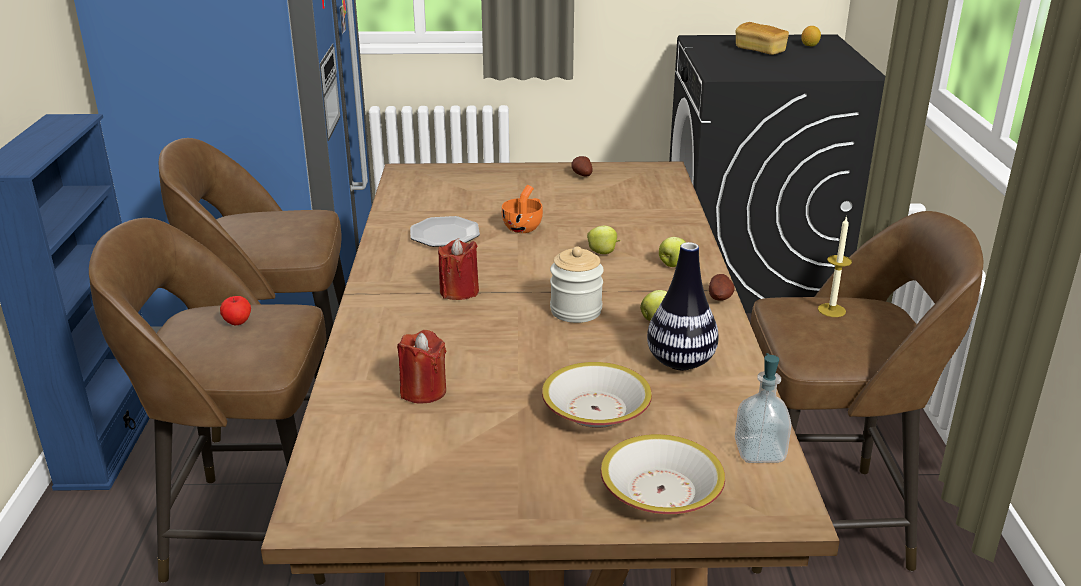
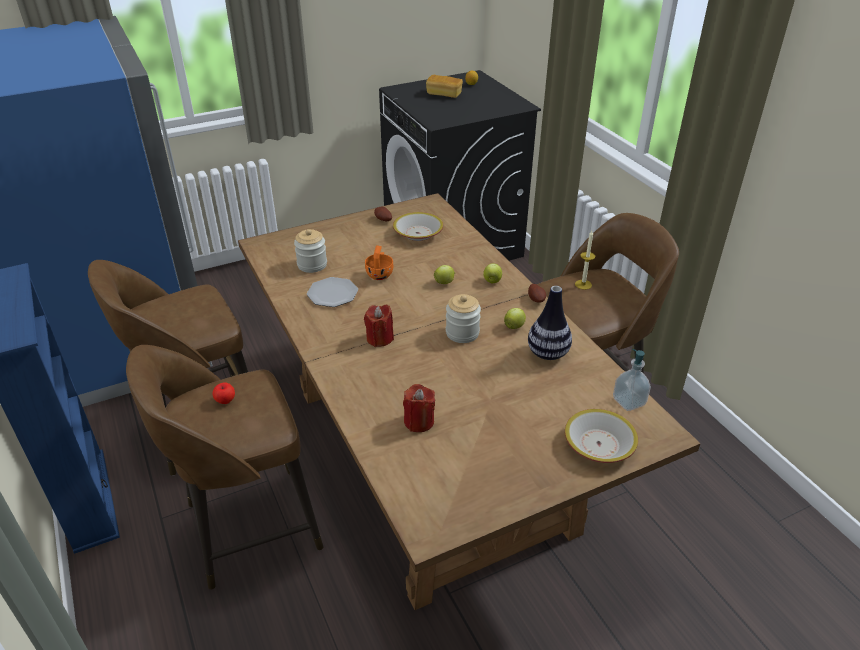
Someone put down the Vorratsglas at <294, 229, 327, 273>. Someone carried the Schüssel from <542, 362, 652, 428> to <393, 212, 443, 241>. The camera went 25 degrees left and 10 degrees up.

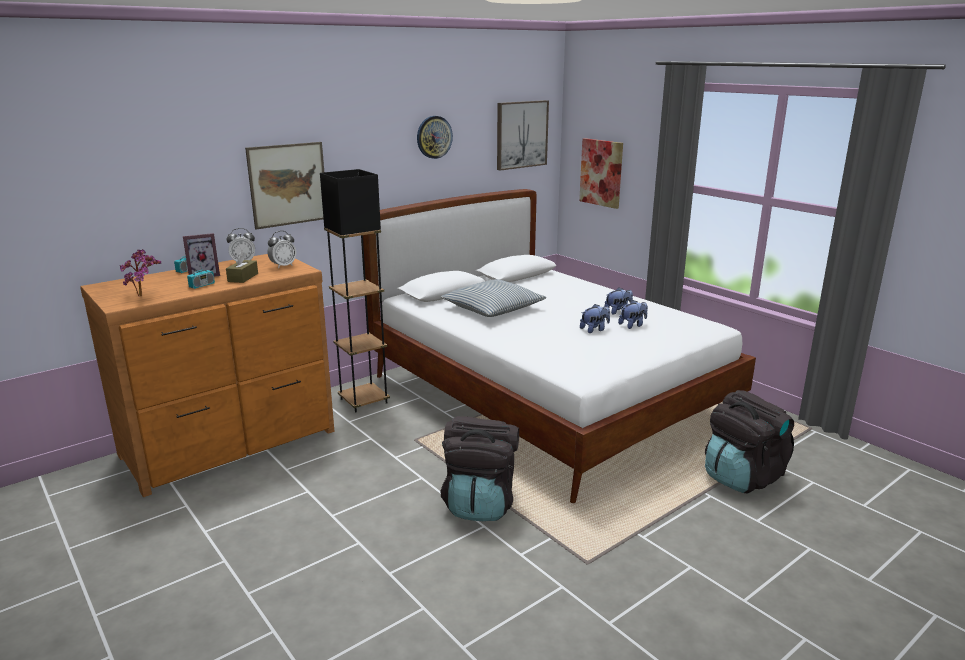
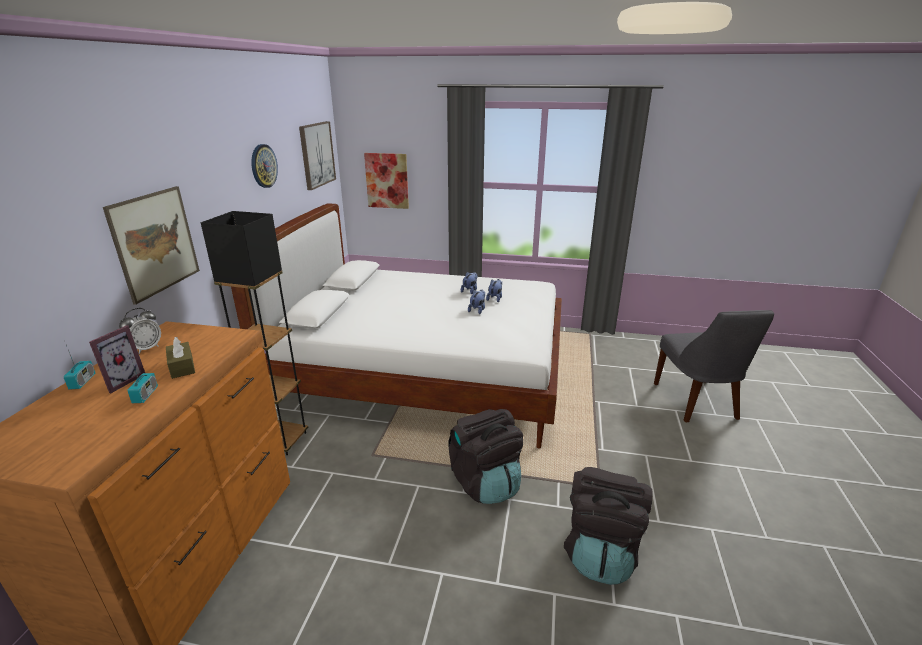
Someone carried the Rucksack (schwarz) from <705, 390, 794, 493> to <564, 467, 652, 585>. Someone put down the Stuhl (grau) at <654, 310, 774, 422>. Someone took away the Topfpflanze at <120, 249, 161, 296>. Someone took away the Wecker at <268, 231, 296, 269>. Someone took away the Kissen at <441, 279, 546, 317>. The camera went 40 degrees left and 5 degrees up.

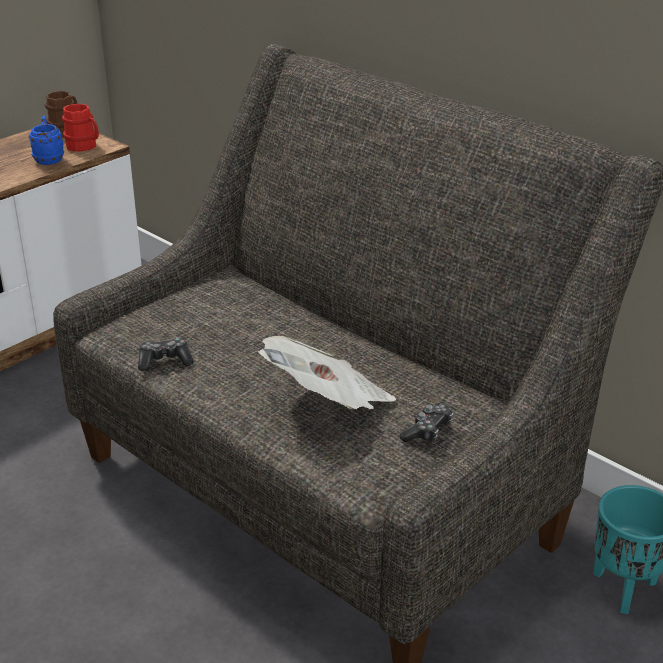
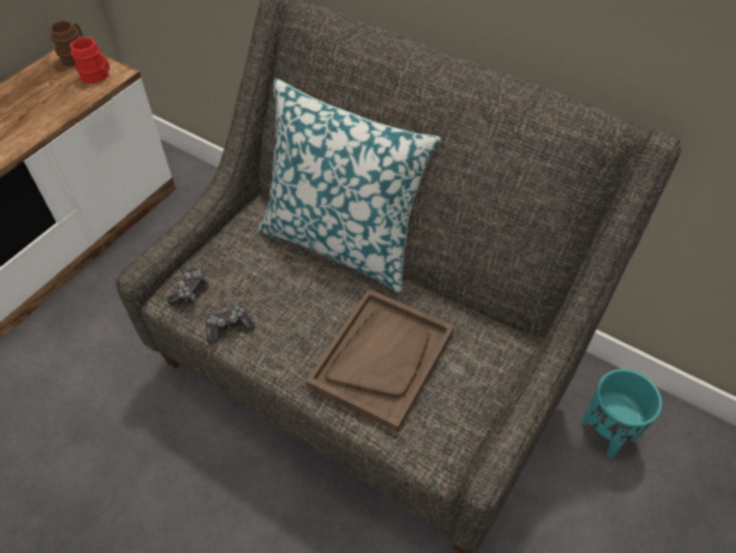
Someone carried the Gamepad from <399, 403, 454, 443> to <167, 268, 208, 305>. Someone put down the Kissen at <258, 79, 440, 293>. Someone swapped the Zeitung at <258, 336, 396, 410> for the Tablett (braun) at <306, 289, 454, 433>. Someone took away the Henkelbecher (blau) at <29, 116, 64, 165>. The camera went 10 degrees left and 20 degrees up.

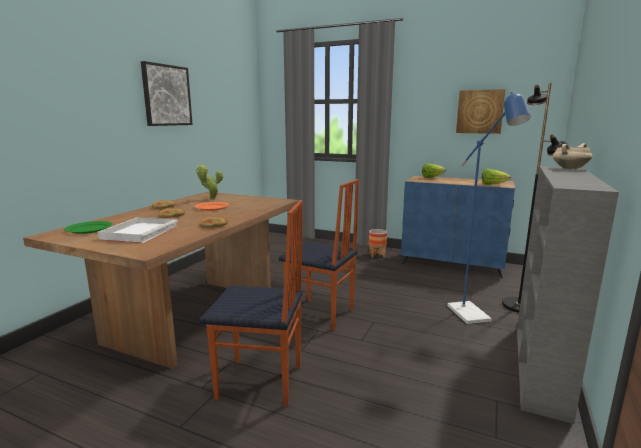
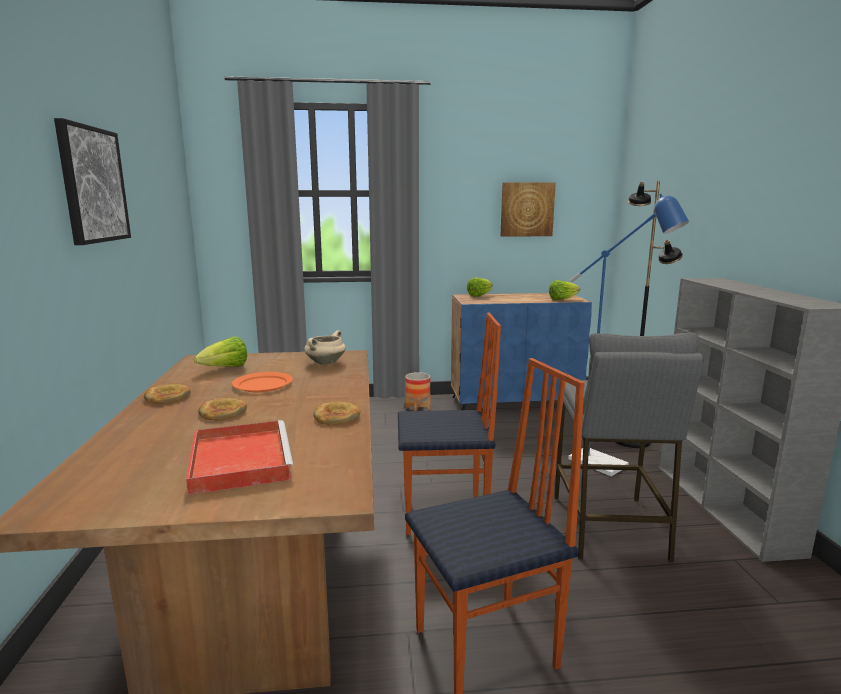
Someone repainted the Tablett (weiß) at <98, 217, 178, 243>, which became the Tablett (rot) at <186, 420, 294, 495>. Someone swapped the Topfpflanze at <196, 164, 223, 199> for the Salatkopf at <194, 337, 247, 367>. Someone carried the Kochtopf (beige) from <553, 143, 592, 169> to <304, 330, 346, 365>. Someone put down the Hocker (grau) at <554, 333, 704, 563>. Someone took away the Teller (grün) at <64, 221, 112, 234>. The camera went 30 degrees left and 0 degrees up.

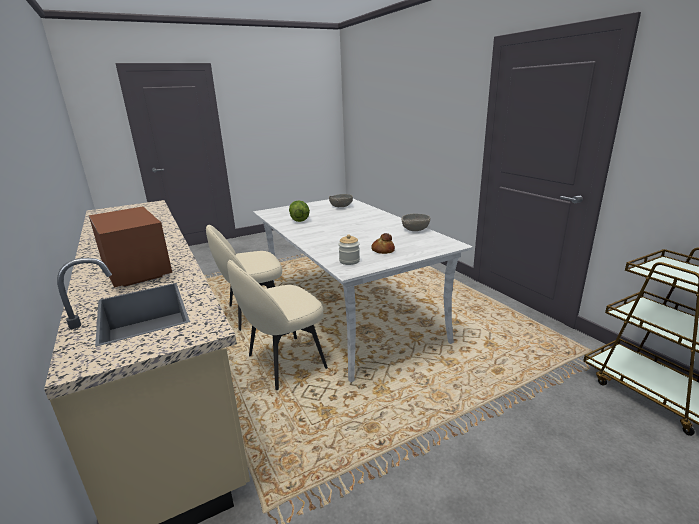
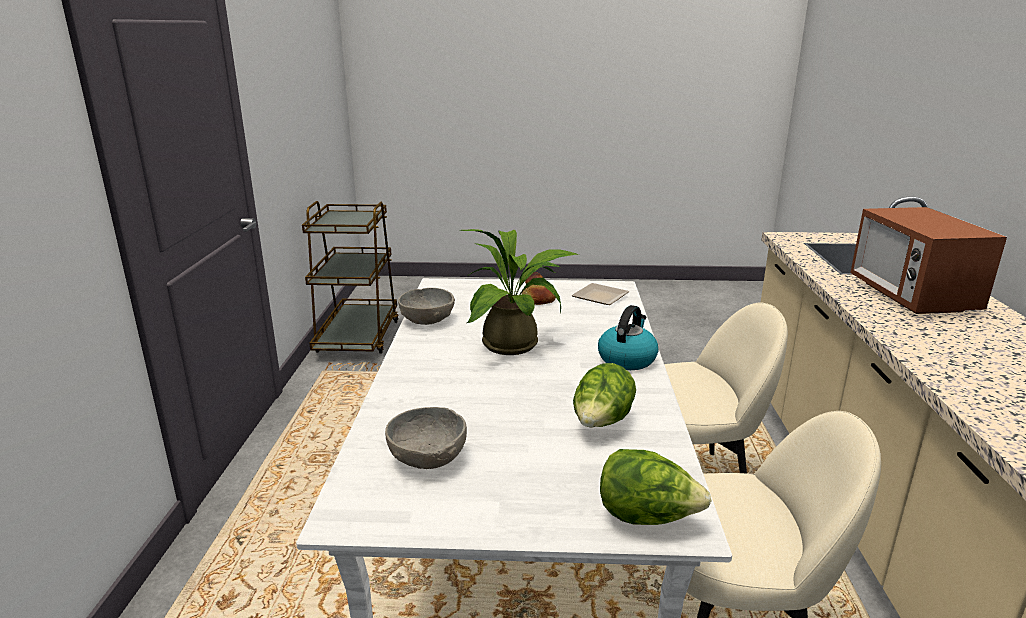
Someone put down the Topfpflanze at <460, 229, 579, 355>. Someone swapped the Vorratsglas at <338, 234, 360, 265> for the Teller at <571, 283, 629, 305>. Someone put down the Wasserkessel at <598, 305, 659, 370>. Someone put down the Salatkopf at <600, 449, 711, 525>. The camera went 150 degrees left and 0 degrees up.

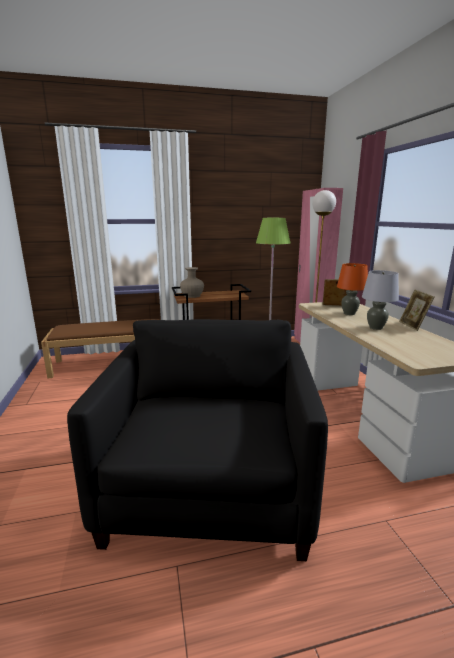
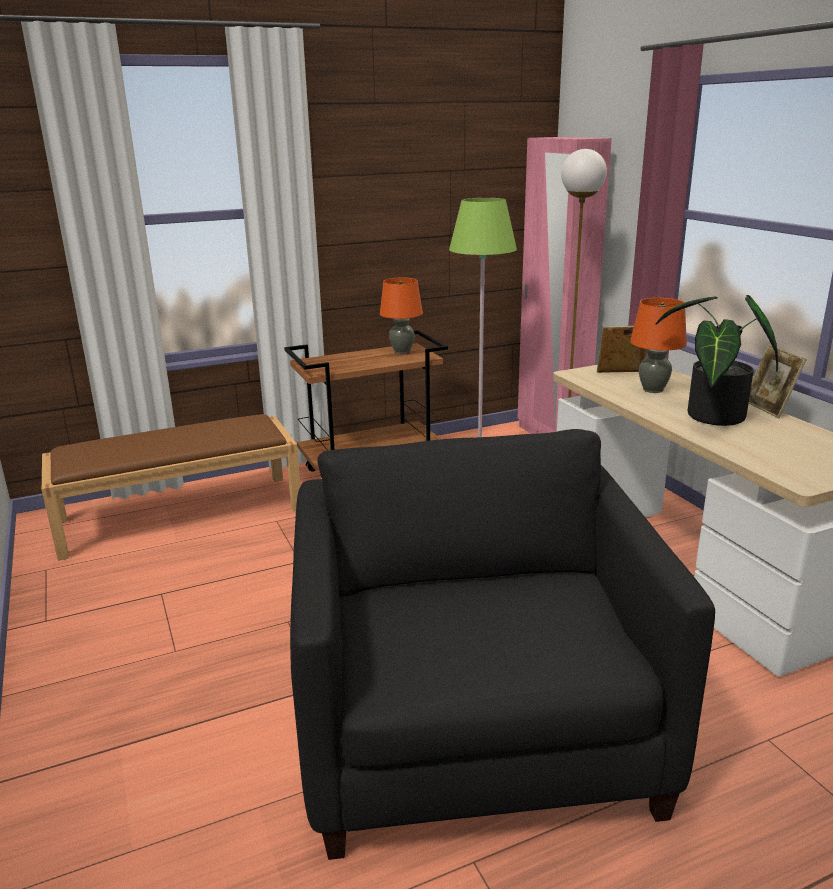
Someone put down the Tischlampe (orange) at <380, 278, 423, 354>. Someone swapped the Tischlampe (grau) at <362, 270, 399, 330> for the Topfpflanze at <655, 295, 778, 426>. Someone took away the Vase (beige) at <180, 267, 204, 298>. The camera went 10 degrees left and 5 degrees up.

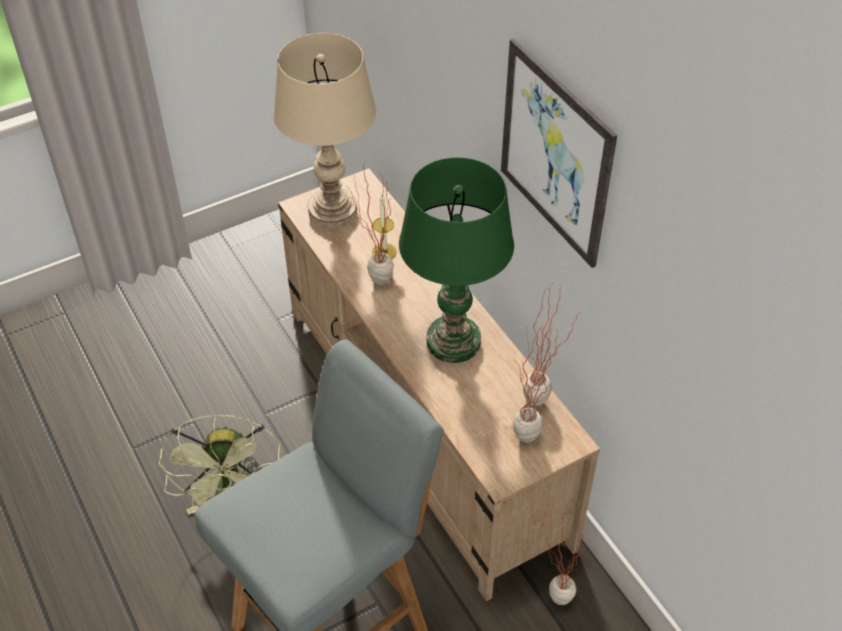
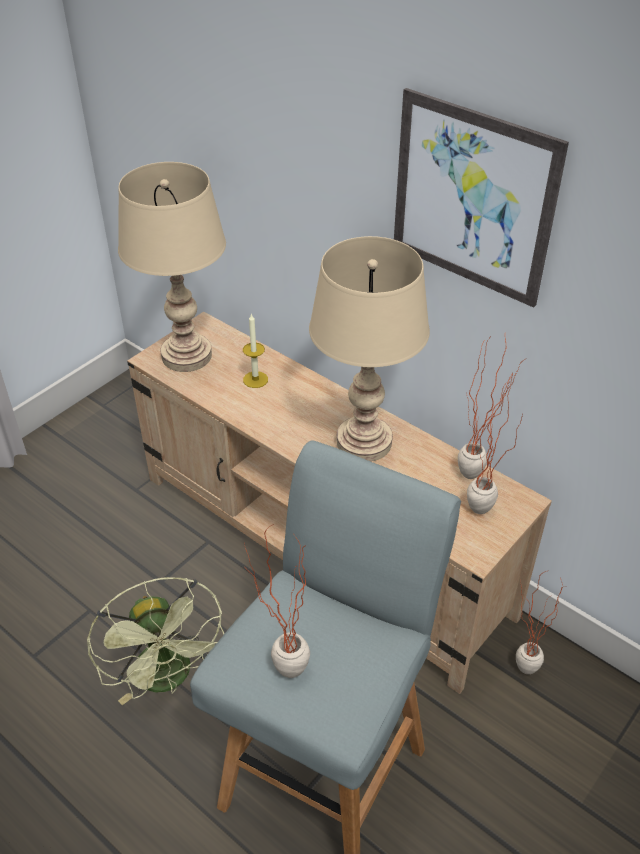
Someone carried the Topfpflanze from <347, 161, 394, 285> to <244, 524, 310, 678>. Someone repainted the Tischlampe (grün) at <399, 157, 514, 363>, which became the Tischlampe (beige) at <309, 236, 430, 462>. The camera went 20 degrees left and 5 degrees down.

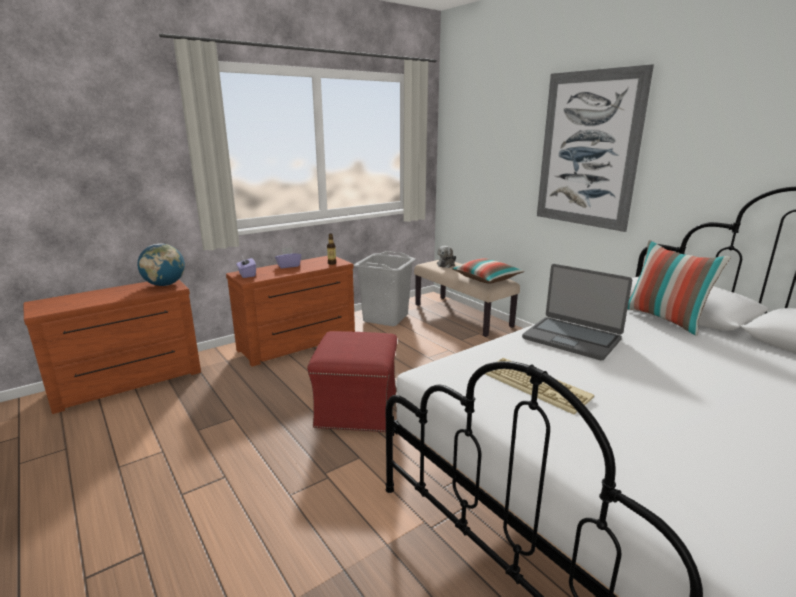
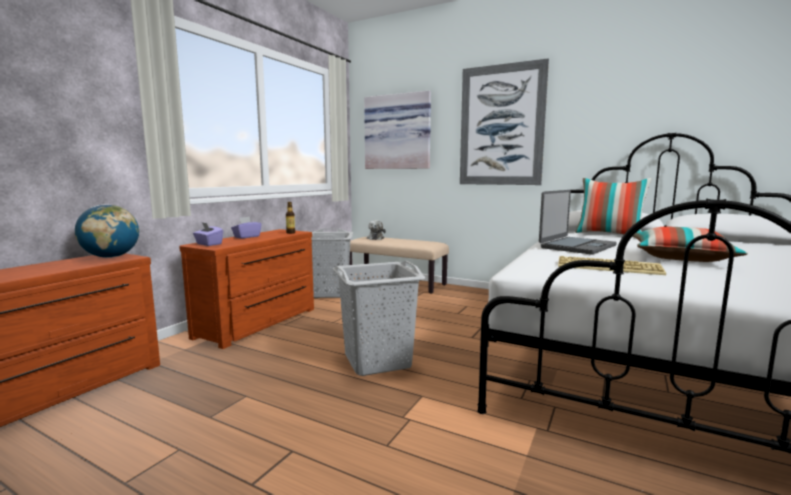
Someone swapped the Polsterhocker (rot) at <307, 331, 397, 432> for the Wäschekorb (grau) at <333, 261, 425, 376>. Someone put up the Bild at <364, 91, 431, 169>. Someone rotated the Laptop at <522, 264, 632, 361> by 60 degrees counterclockwise. Someone carried the Kissen from <452, 258, 524, 284> to <633, 227, 748, 262>. The camera went 25 degrees left and 10 degrees down.

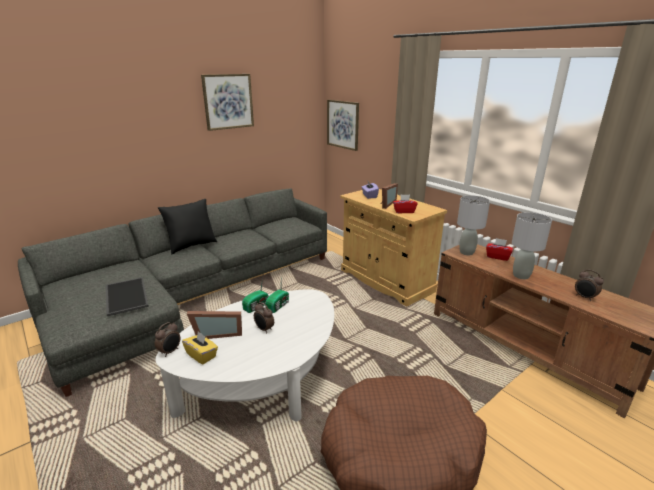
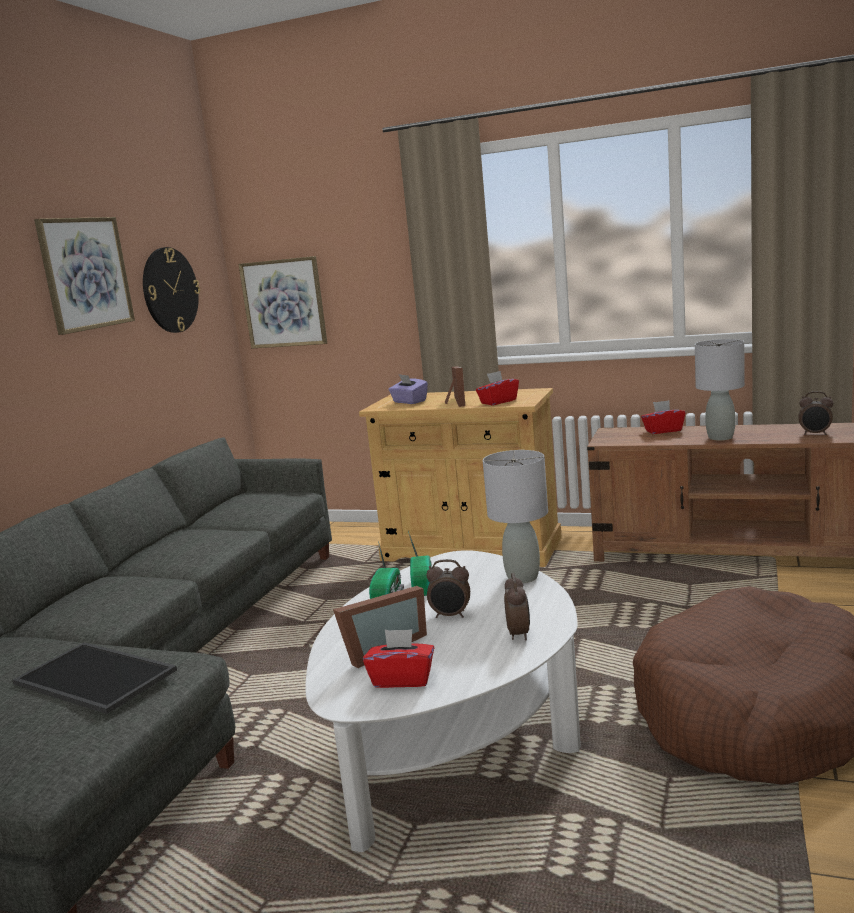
Someone put up the Wanduhr at <143, 247, 200, 333>. Someone repainted the Taschentuchbox (gelb) at <182, 331, 218, 365>, which became the Taschentuchbox (rot) at <363, 629, 434, 688>. Someone carried the Tischlampe (grau) from <457, 195, 490, 255> to <483, 450, 548, 583>. Someone carried the Wecker from <155, 322, 180, 357> to <504, 573, 530, 640>. Someone took away the Kissen (schwarz) at <158, 199, 217, 254>. The camera went 30 degrees left and 10 degrees down.

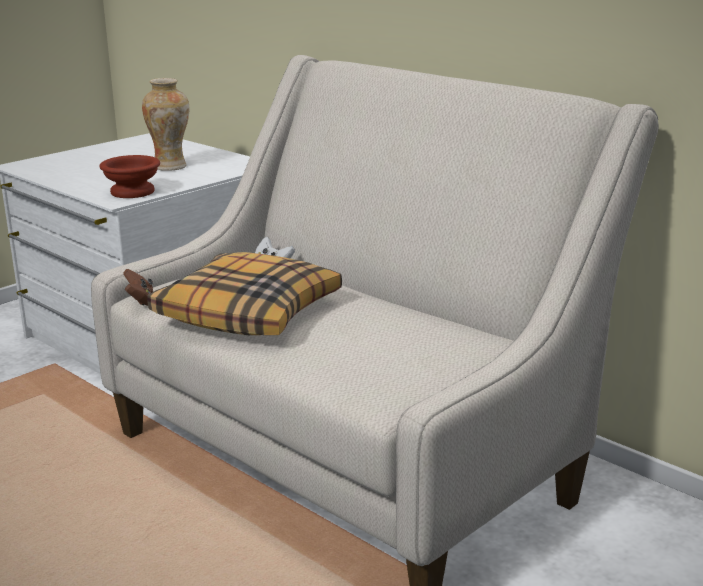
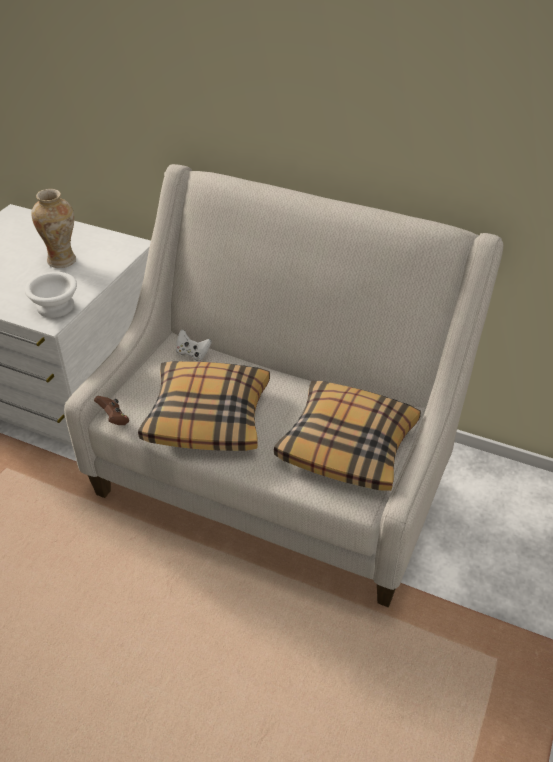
Someone repainted the Schüssel (braun) at <99, 155, 160, 198>, which became the Schüssel (weiß) at <25, 272, 77, 318>. Someone put down the Kissen at <274, 381, 421, 491>. The camera went 20 degrees left and 20 degrees up.

